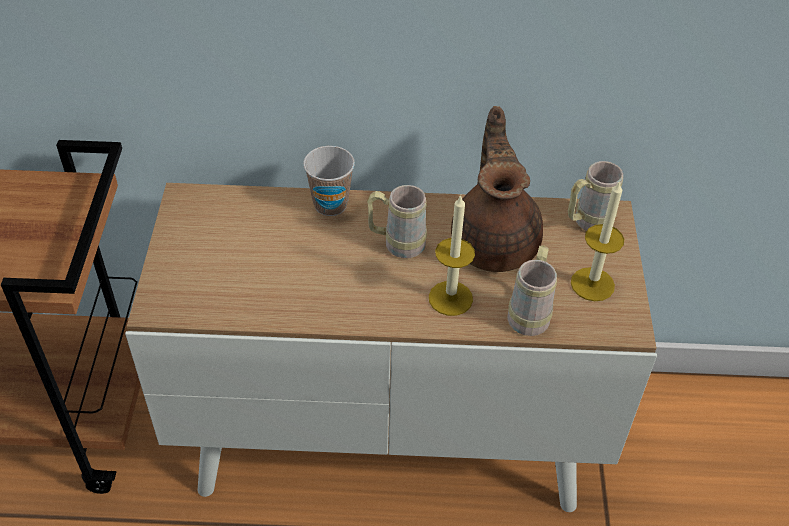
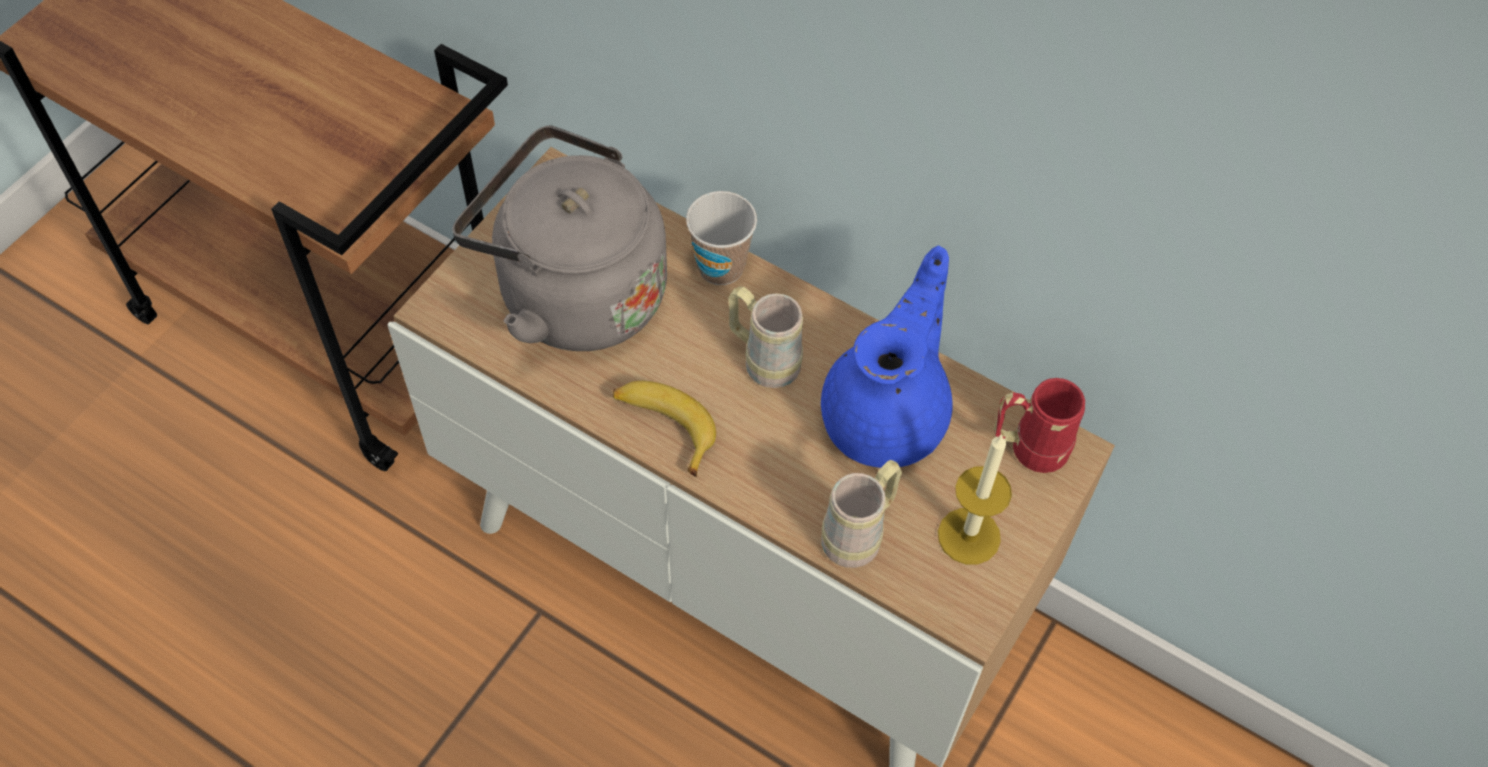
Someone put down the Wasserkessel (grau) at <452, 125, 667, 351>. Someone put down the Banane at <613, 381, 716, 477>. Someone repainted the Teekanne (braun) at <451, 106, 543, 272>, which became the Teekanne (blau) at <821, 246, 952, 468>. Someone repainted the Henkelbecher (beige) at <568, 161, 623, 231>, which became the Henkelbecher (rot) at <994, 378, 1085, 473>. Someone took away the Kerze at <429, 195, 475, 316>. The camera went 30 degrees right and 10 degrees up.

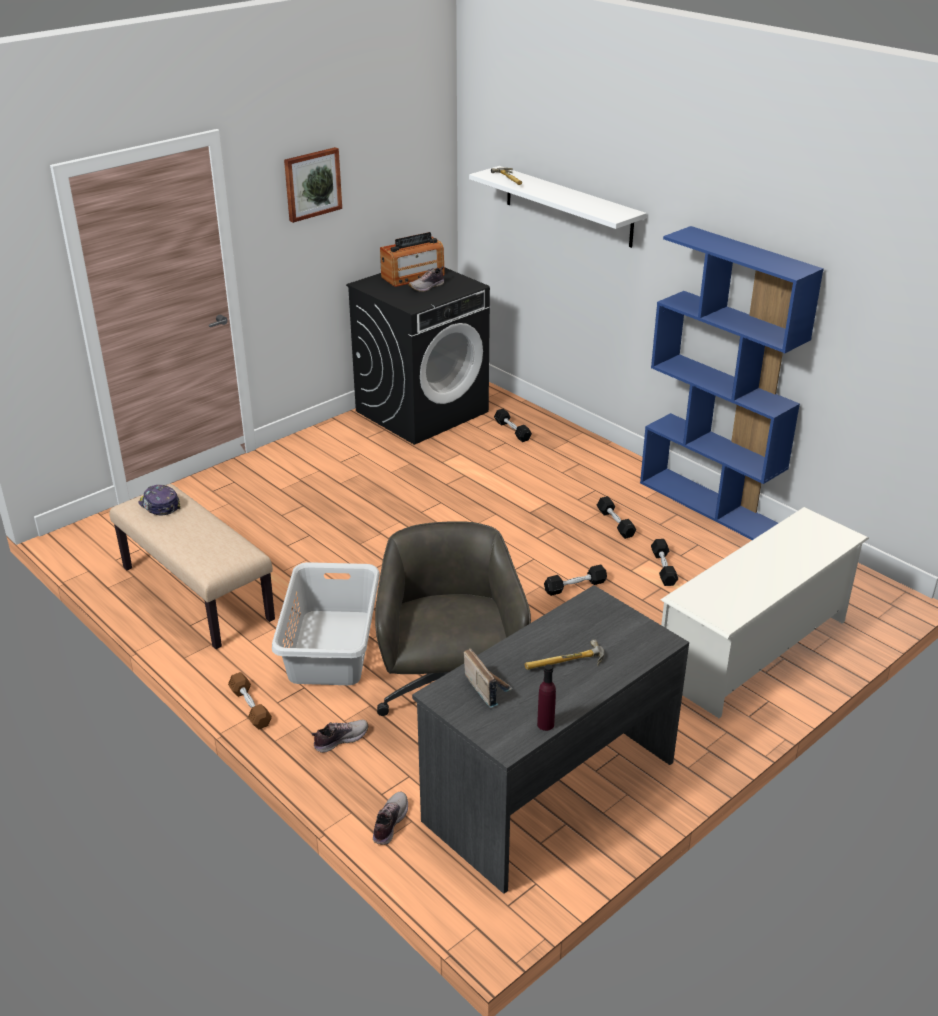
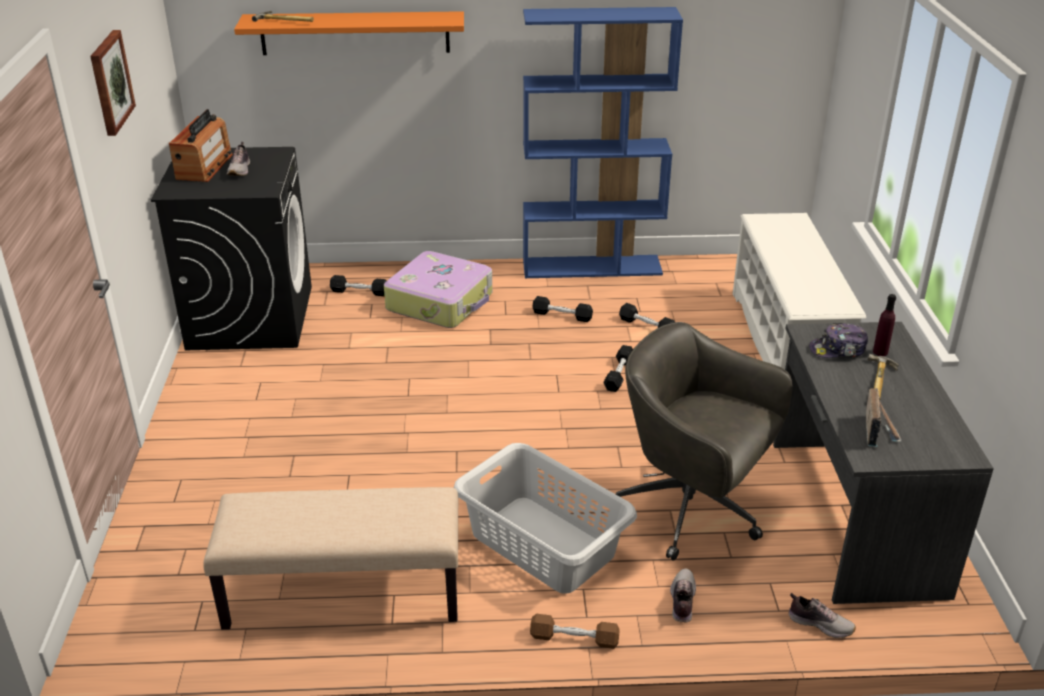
Someone repainted the Wandregal (weiß) at <469, 166, 646, 248>, which became the Wandregal (orange) at <234, 11, 464, 55>. Someone put down the Koffer at <384, 251, 492, 328>. Someone rotated the Schuh at <373, 792, 408, 845> by 150 degrees clockwise. Someone carried the Kappe from <139, 485, 181, 515> to <809, 323, 868, 358>. Someone rotated the Radio at <464, 648, 513, 708> by 90 degrees clockwise. Someone carried the Flasche (lila) from <537, 664, 556, 731> to <873, 294, 896, 356>. The camera went 50 degrees left and 0 degrees up.

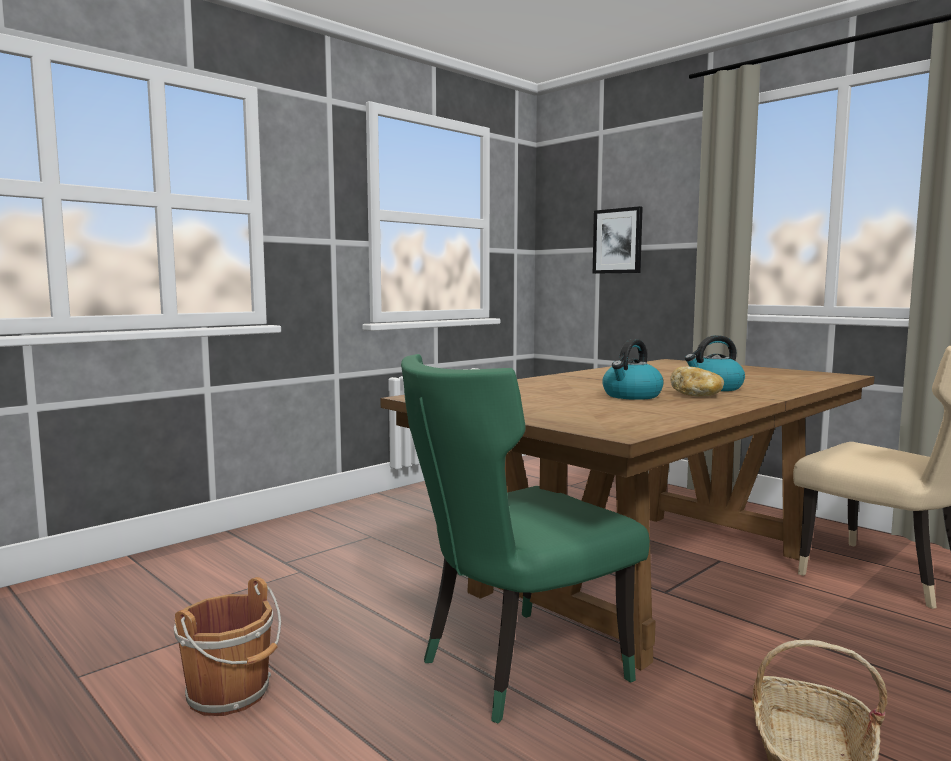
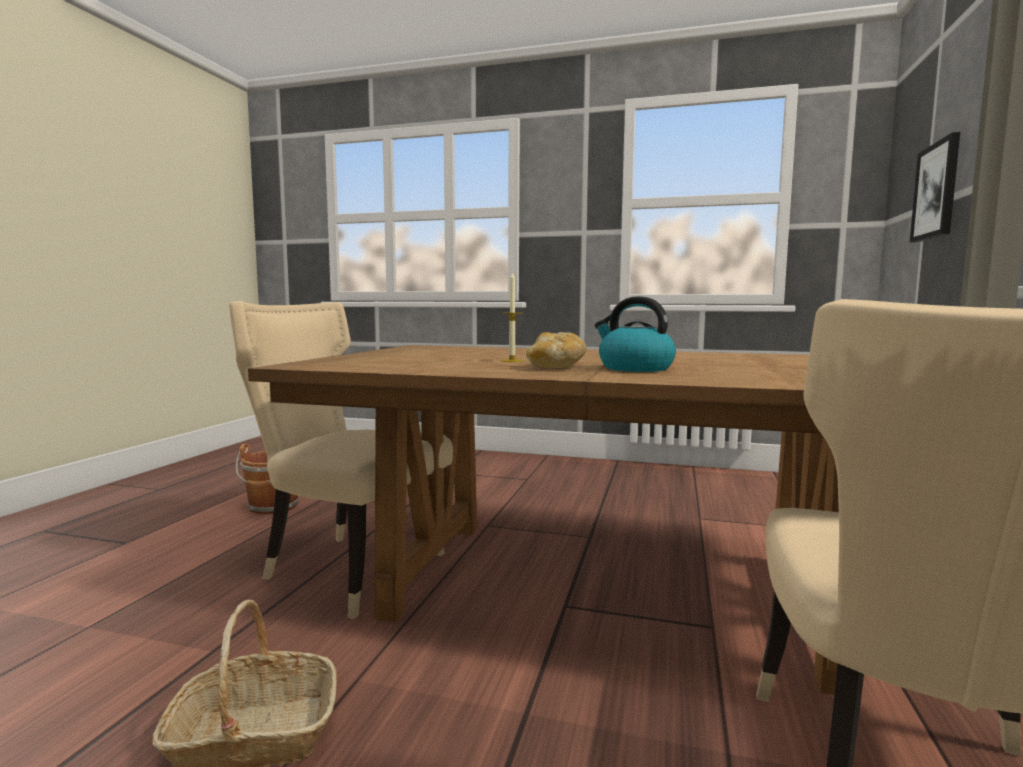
Someone repainted the Stuhl (grün) at <401, 354, 650, 723>, which became the Stuhl (beige) at <229, 301, 453, 619>. Someone swapped the Wasserkessel at <602, 339, 664, 400> for the Kerze at <501, 271, 524, 362>. The camera went 60 degrees right and 0 degrees up.

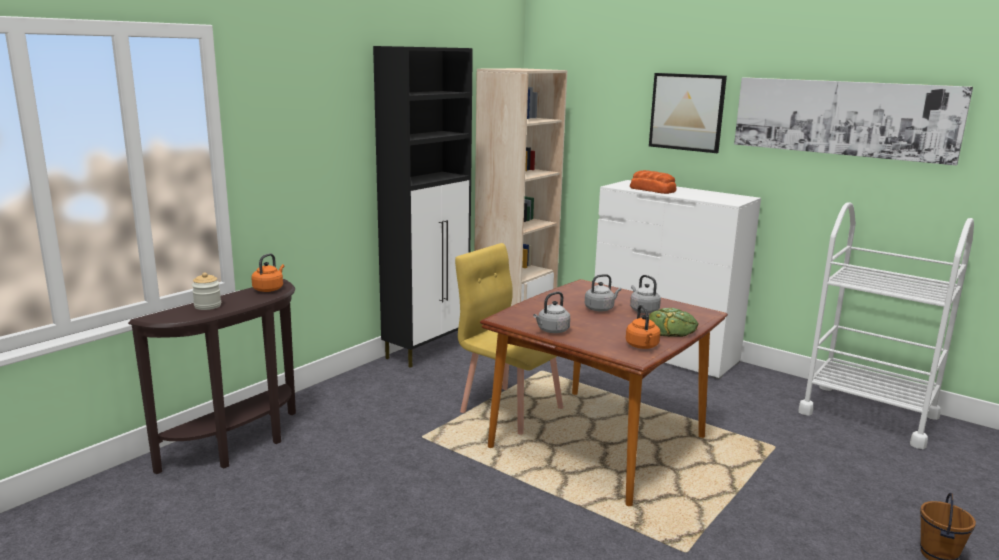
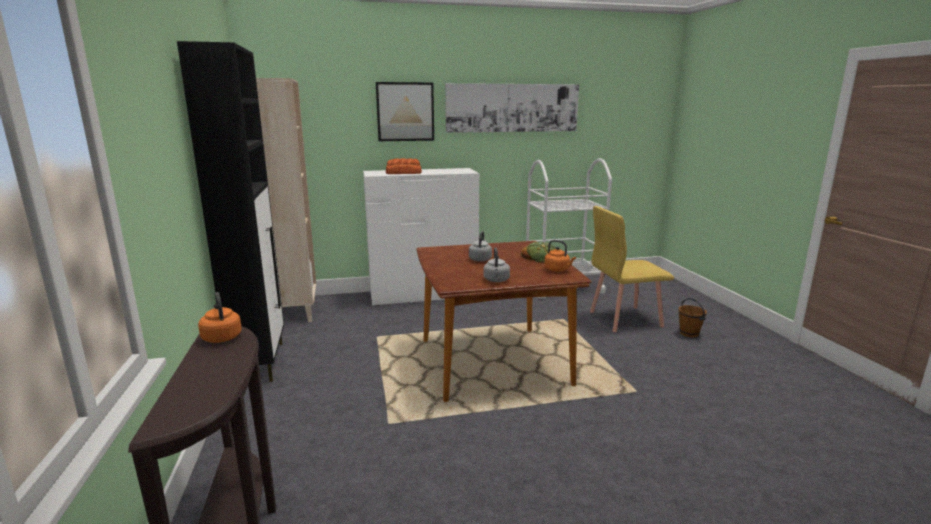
Someone carried the Stuhl (gelb) from <455, 243, 563, 435> to <590, 206, 674, 332>. Someone took away the Vorratsglas at <192, 273, 221, 310>. Someone took away the Wasserkessel (grau) at <630, 275, 661, 313>. The camera went 50 degrees left and 0 degrees up.

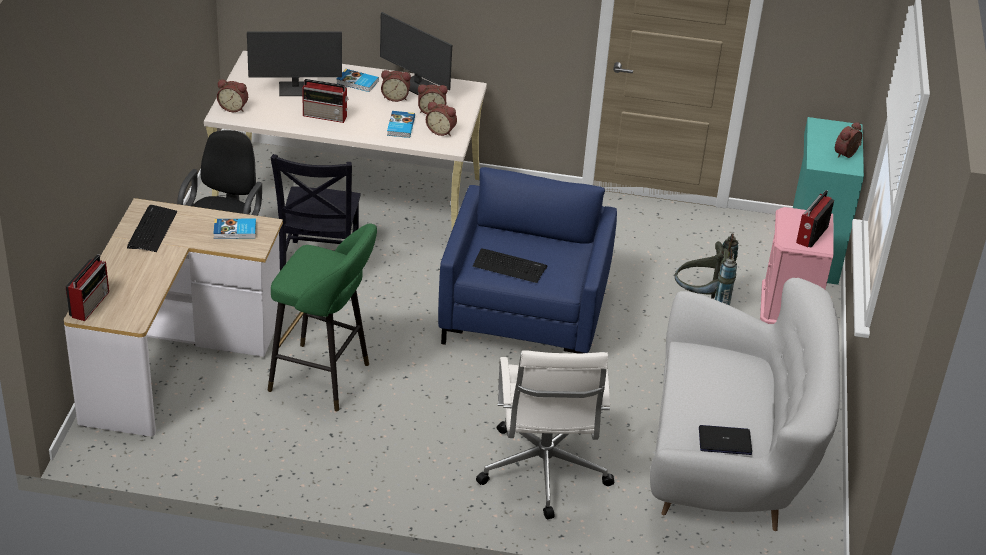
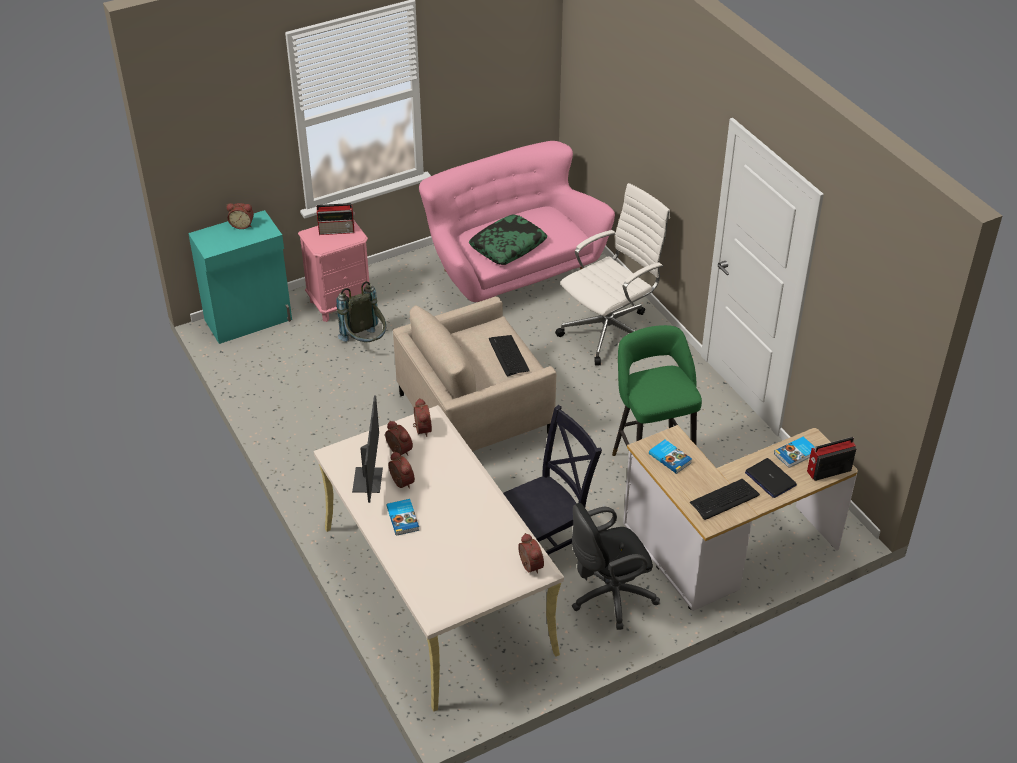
Someone repainted the Sessel (blau) at <438, 167, 617, 353>, which became the Sessel (beige) at <393, 296, 556, 451>. Someone repainted the Sofa (weiß) at <650, 278, 840, 531>, which became the Sofa (rosa) at <419, 141, 615, 302>. Someone put down the Kissen at <469, 215, 547, 265>. Someone carried the Laptop from <699, 425, 752, 455> to <745, 458, 797, 498>. Someone carried the Buch from <387, 111, 415, 138> to <774, 436, 815, 468>. Someone took away the Monitor at <247, 31, 342, 96>. Someone took away the Radio at <302, 79, 349, 123>. The camera went 125 degrees left and 5 degrees up.

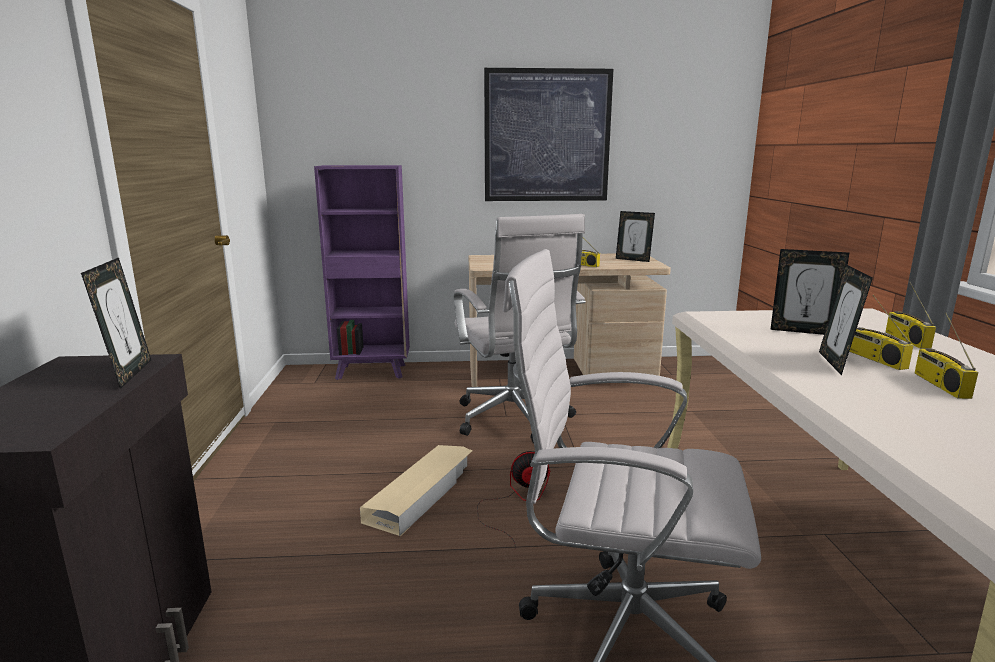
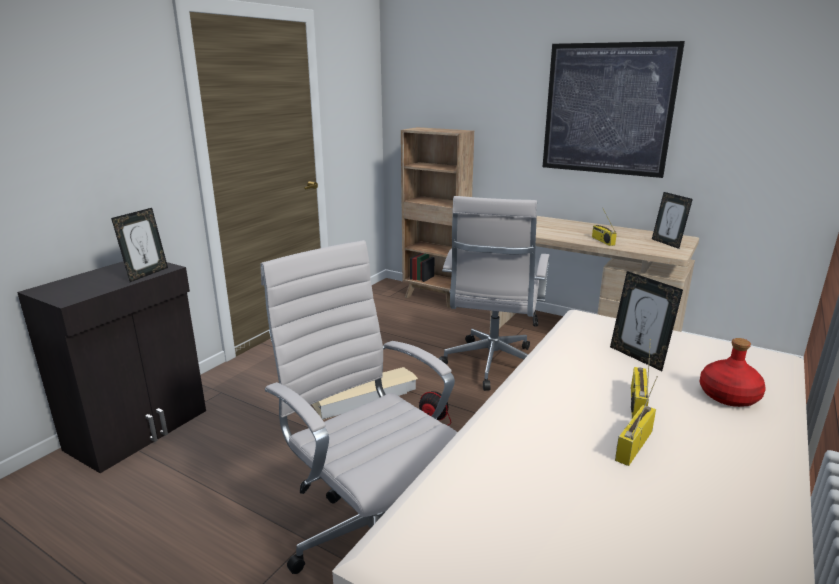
Someone repainted the Bücherregal (lila) at <314, 165, 410, 380>, which became the Bücherregal (braun) at <401, 127, 474, 308>. Someone swapped the Radio at <886, 282, 936, 349> for the Flasche (rot) at <700, 338, 766, 407>. Someone took away the Bilderrahmen at <819, 264, 873, 375>. The camera went 35 degrees right and 5 degrees up.

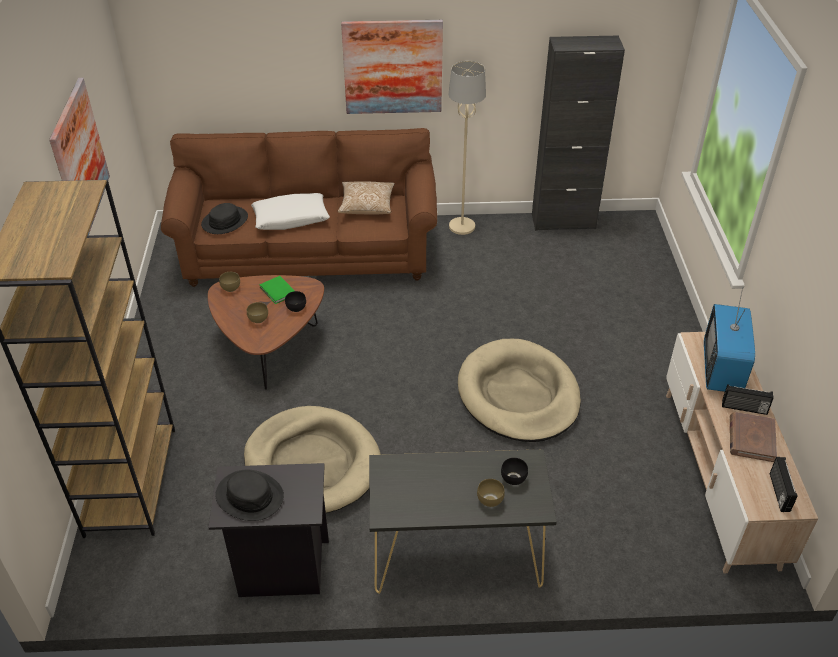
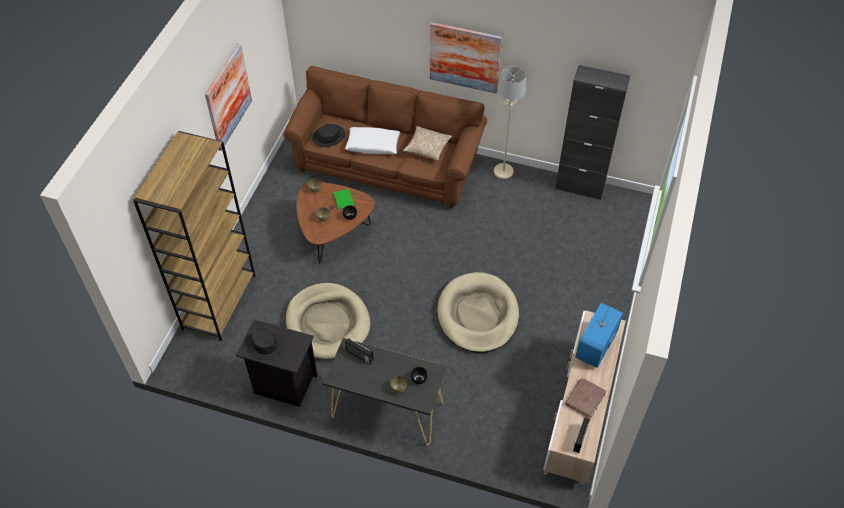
Someone carried the Radio from <722, 384, 773, 415> to <345, 338, 374, 364>. The camera went 20 degrees right and 10 degrees up.

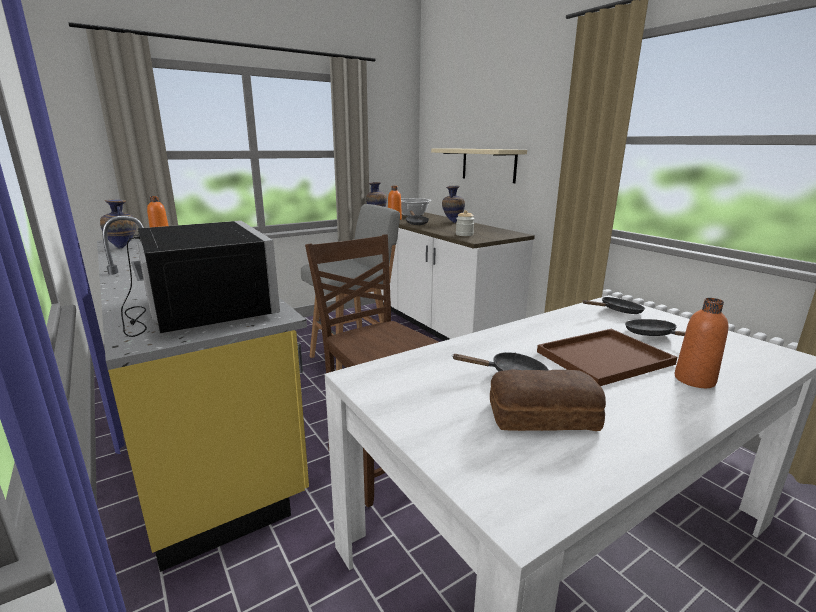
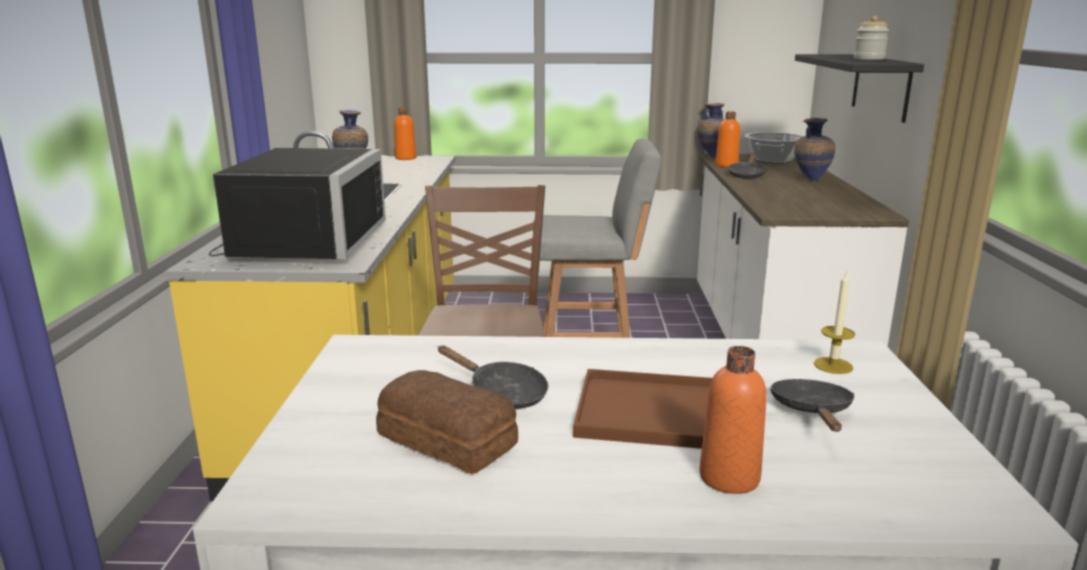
Someone repainted the Wandregal (beige) at <431, 149, 527, 183>, which became the Wandregal (schwarz) at <795, 54, 924, 123>. Someone swapped the Pfanne (schwarz) at <583, 297, 645, 314> for the Kerze at <814, 271, 855, 374>. Someone carried the Vorratsglas from <456, 210, 474, 236> to <854, 16, 889, 60>. The camera went 35 degrees right and 0 degrees up.

